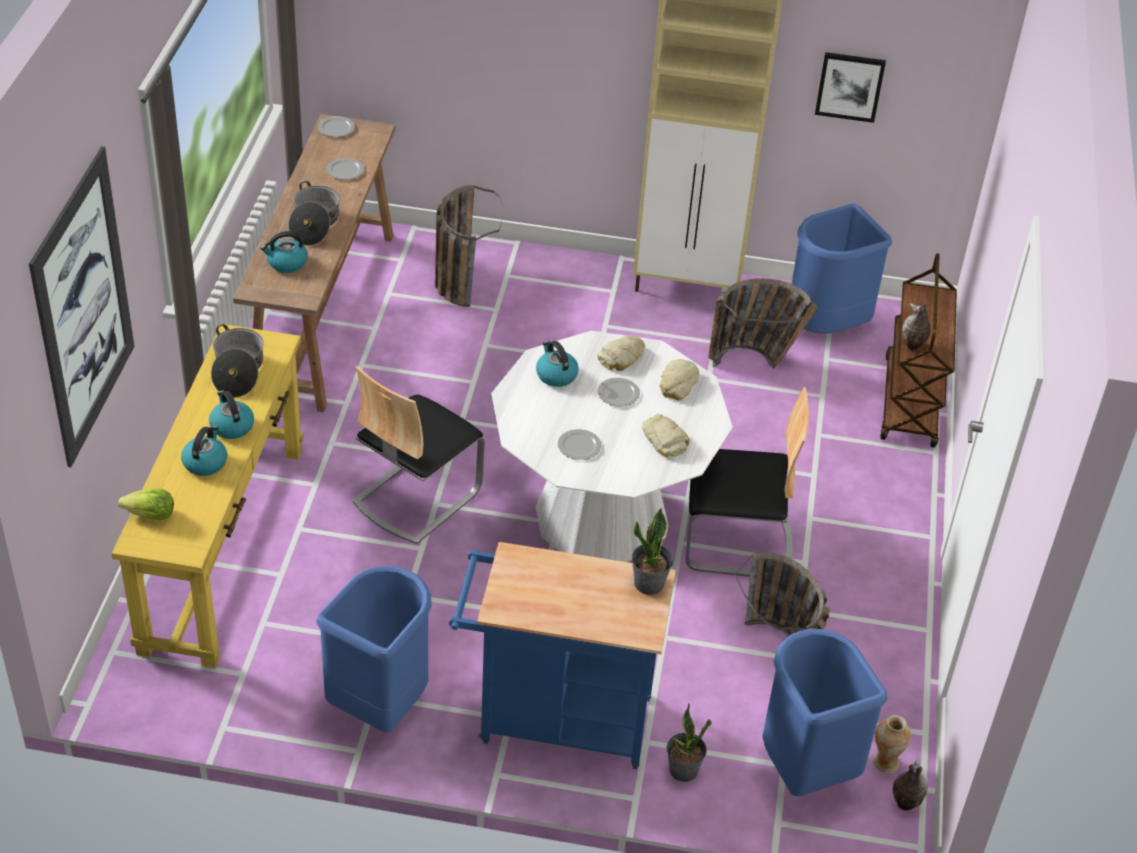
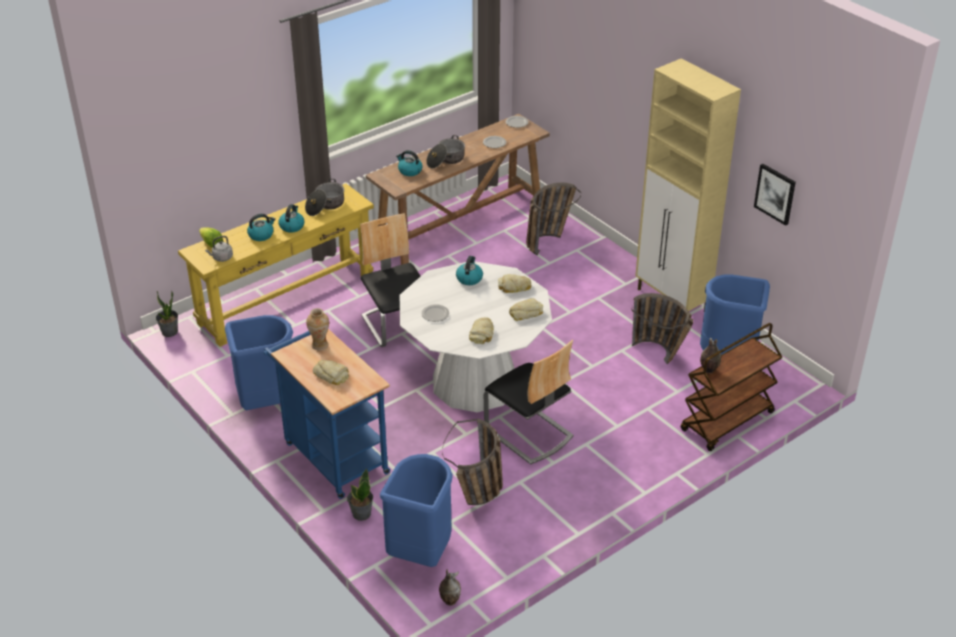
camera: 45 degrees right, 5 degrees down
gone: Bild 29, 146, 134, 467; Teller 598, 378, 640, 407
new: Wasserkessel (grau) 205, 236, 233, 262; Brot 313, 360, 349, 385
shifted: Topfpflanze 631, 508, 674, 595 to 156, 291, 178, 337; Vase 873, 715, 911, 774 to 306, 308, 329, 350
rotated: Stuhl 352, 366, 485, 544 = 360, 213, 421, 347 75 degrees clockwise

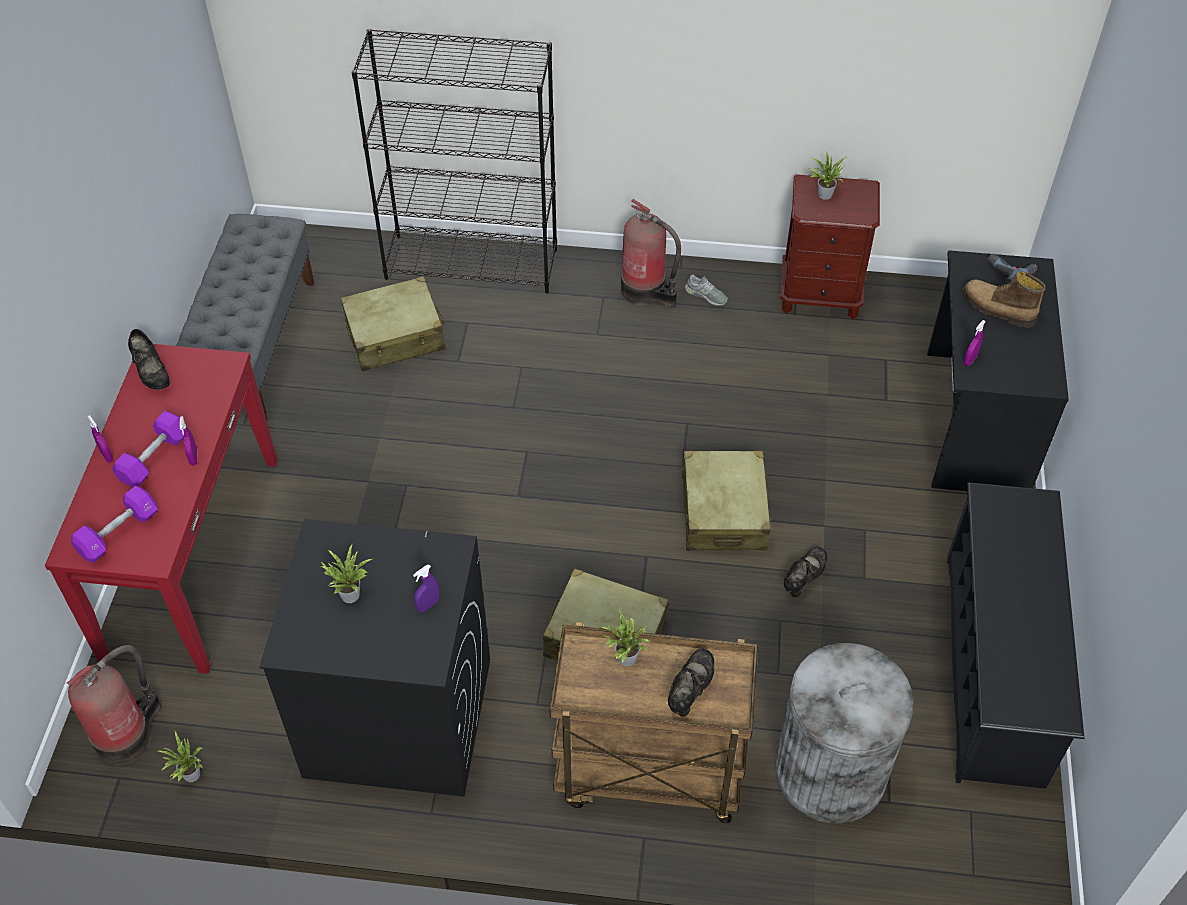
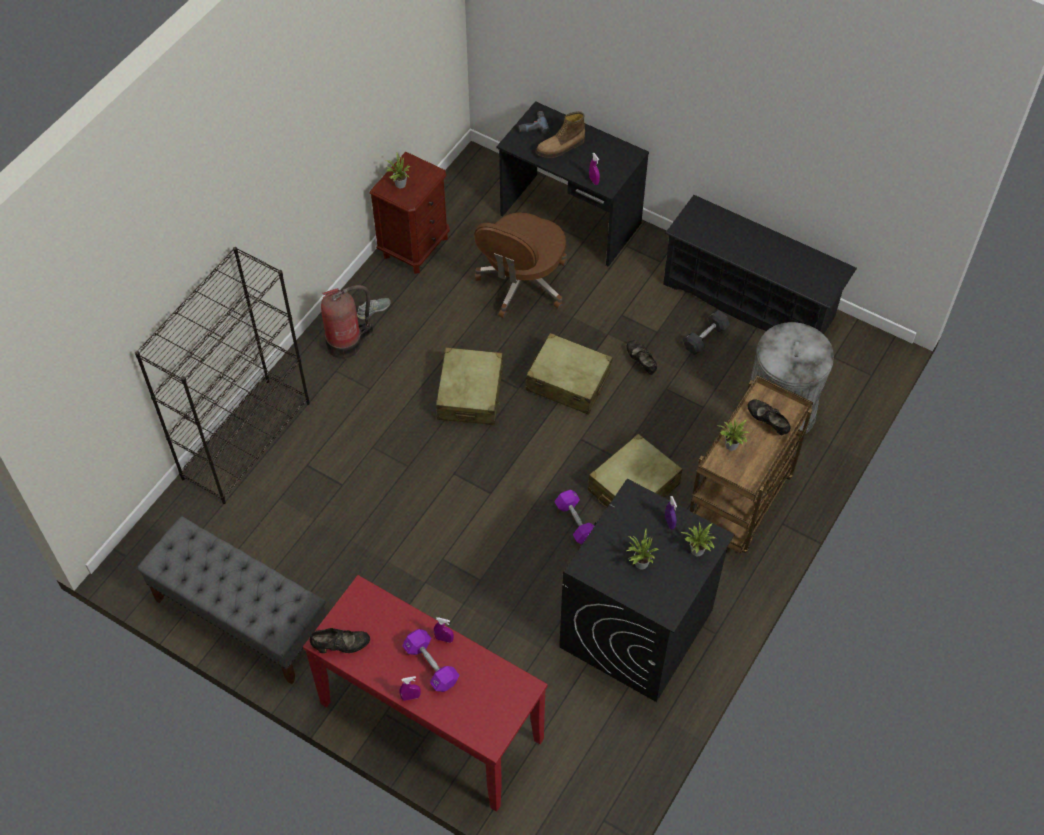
camera: 65 degrees left, 5 degrees up
gone: Feuerlöscher 67, 645, 161, 765
new: Bürostuhl (braun) 474, 212, 568, 318; Hantel (schwarz) 683, 310, 730, 355
shifted: Hantel (lila) 71, 486, 157, 563 to 554, 490, 594, 545; Topfpflanze 158, 731, 202, 782 to 681, 522, 716, 556; Koffer (beige) 341, 276, 446, 371 to 436, 347, 503, 425

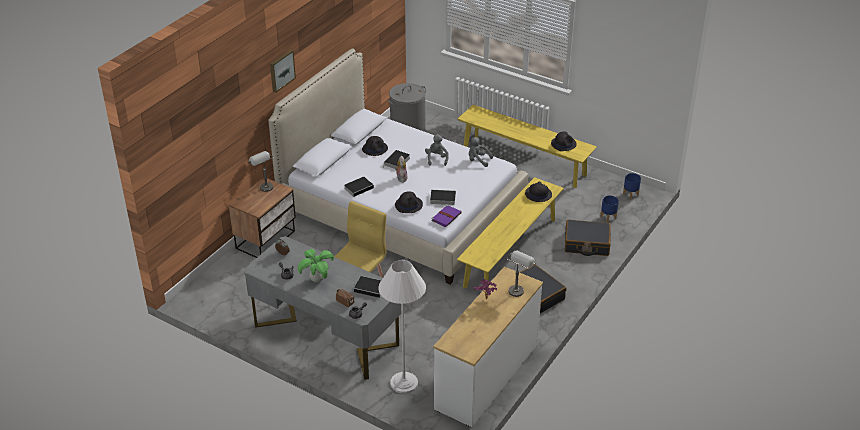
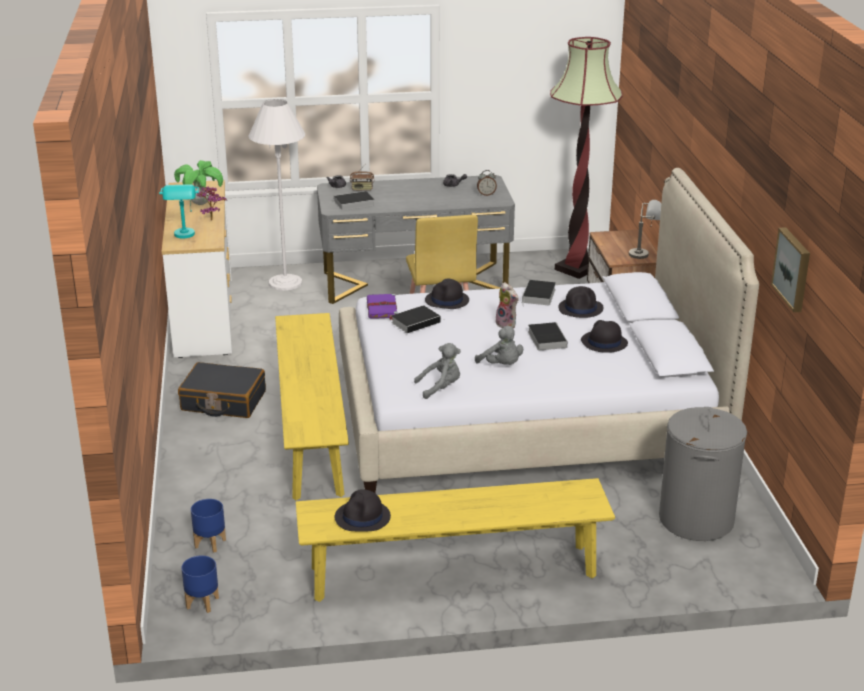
camera: 140 degrees right, 10 degrees down
gone: Koffer (schwarz) 565, 219, 611, 256
new: Stehlampe 550, 37, 623, 279
shifted: Bild 270, 50, 296, 93 to 771, 227, 810, 312; Topfpflanze 298, 249, 334, 282 to 174, 160, 223, 205; Hut (schwarz) 525, 181, 552, 202 to 559, 286, 604, 318
repainted: Tischlampe (grau) 506, 251, 536, 297 to Tischlampe (türkis) 159, 184, 199, 238

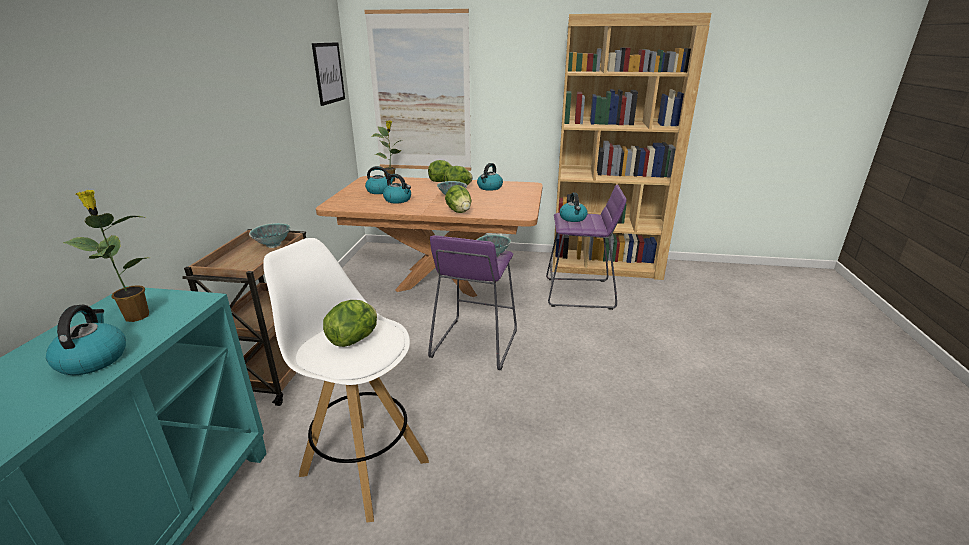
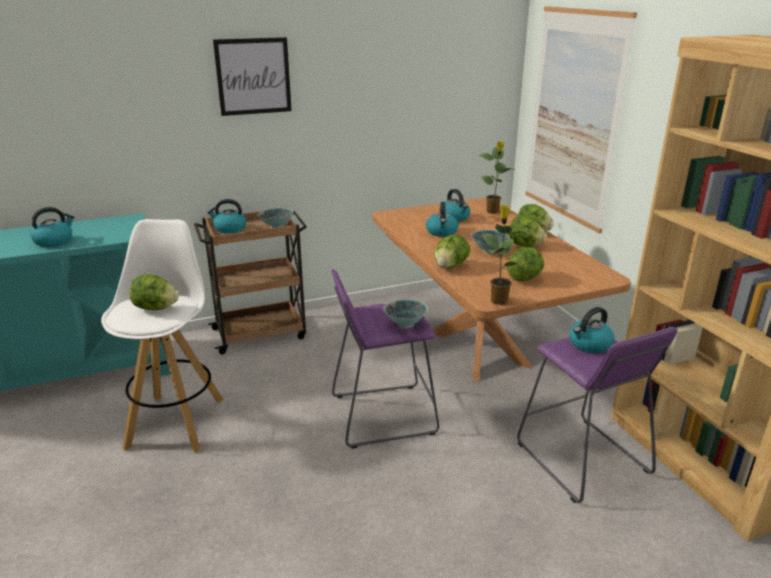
camera: 60 degrees right, 0 degrees up
new: Salatkopf 506, 247, 544, 281
shifted: Topfpflanze 63, 190, 149, 322 to 481, 205, 531, 305; Bild 312, 42, 345, 106 to 213, 37, 292, 116; Wasserkessel 477, 163, 503, 191 to 207, 199, 246, 234

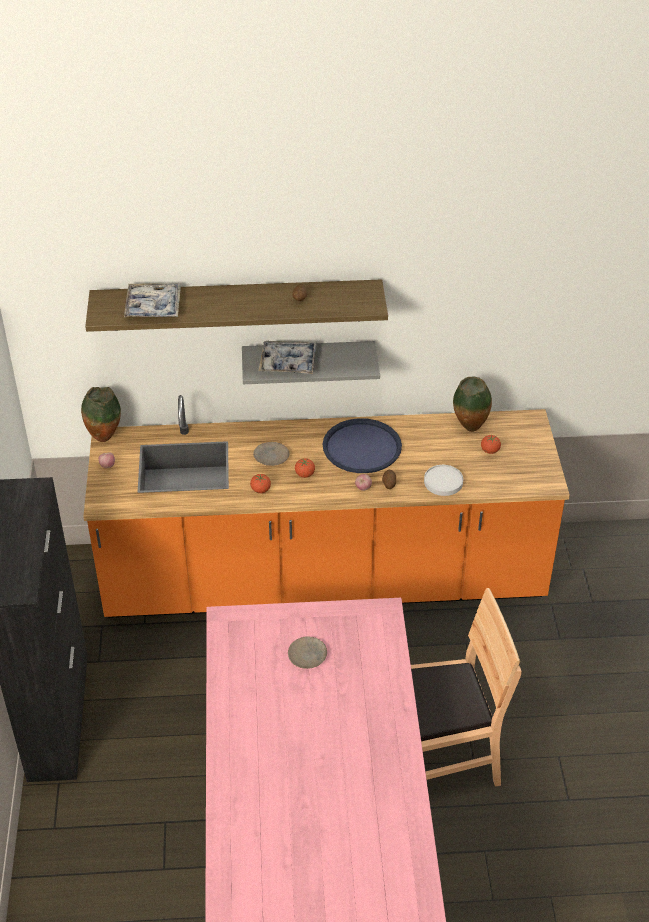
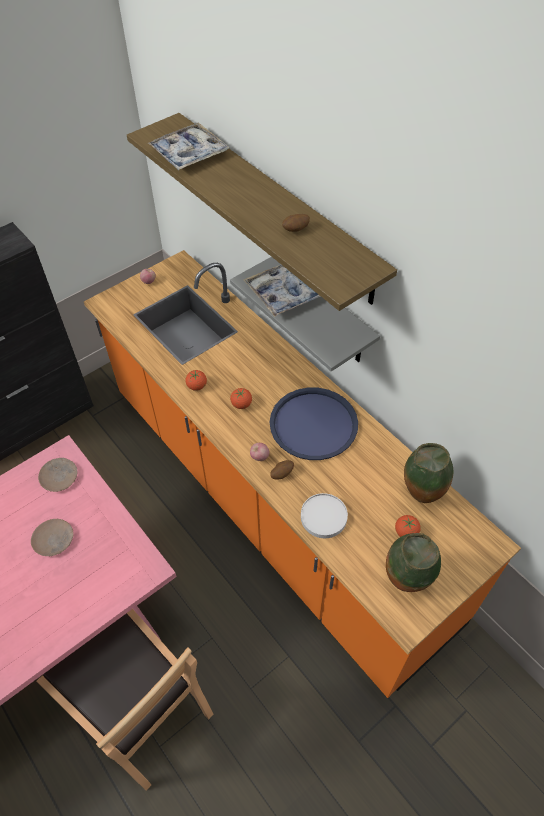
camera: 55 degrees right, 10 degrees up
shifted: Vase 81, 387, 121, 442 to 386, 533, 441, 592; Teller (beige) 253, 442, 289, 466 to 38, 458, 77, 492

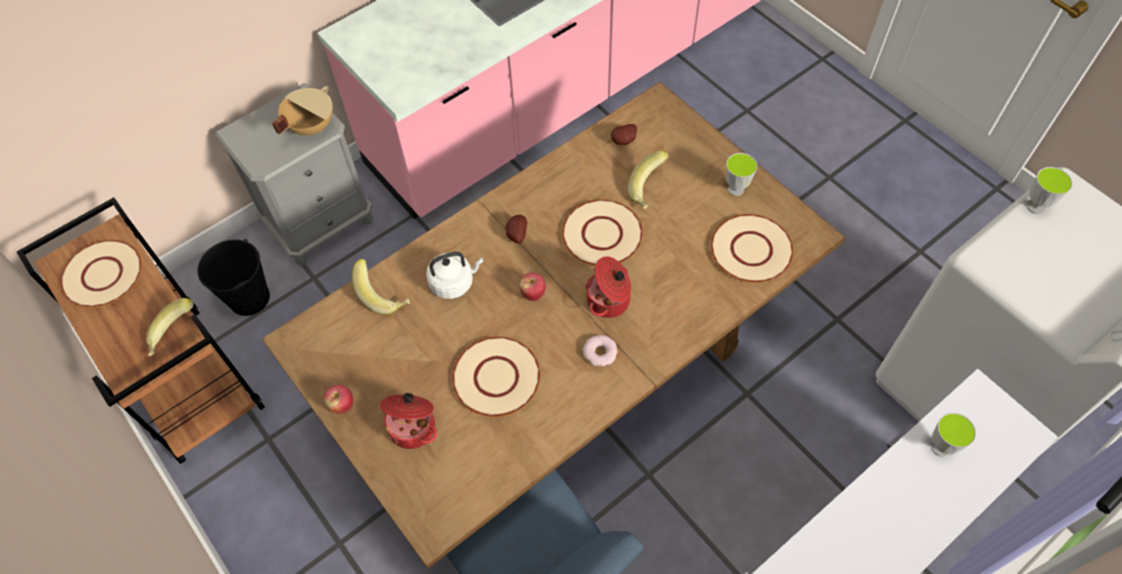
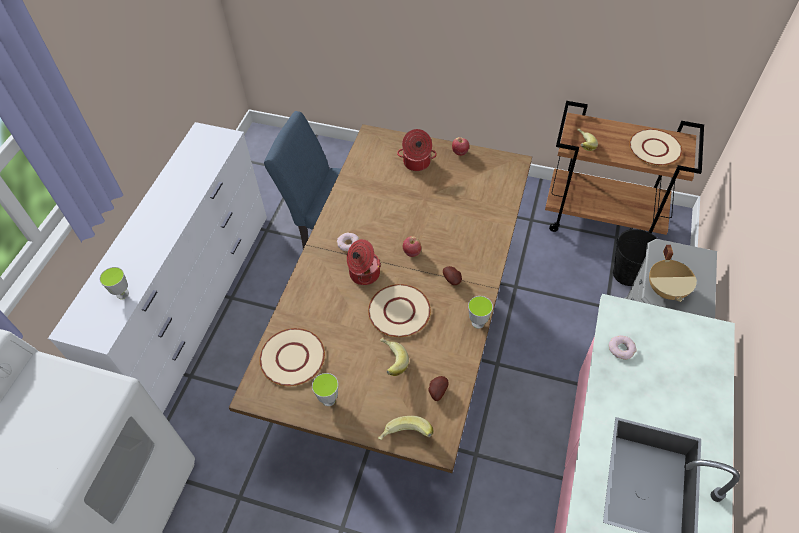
camera: 145 degrees right, 5 degrees down
gone: Wasserkessel (weiß) 426, 252, 484, 299; Teller (beige) 452, 336, 540, 417
new: Donut 609, 335, 637, 360
shifted: Banane 352, 259, 410, 315 to 378, 416, 434, 440; Tasse 1026, 167, 1072, 214 to 468, 296, 493, 329

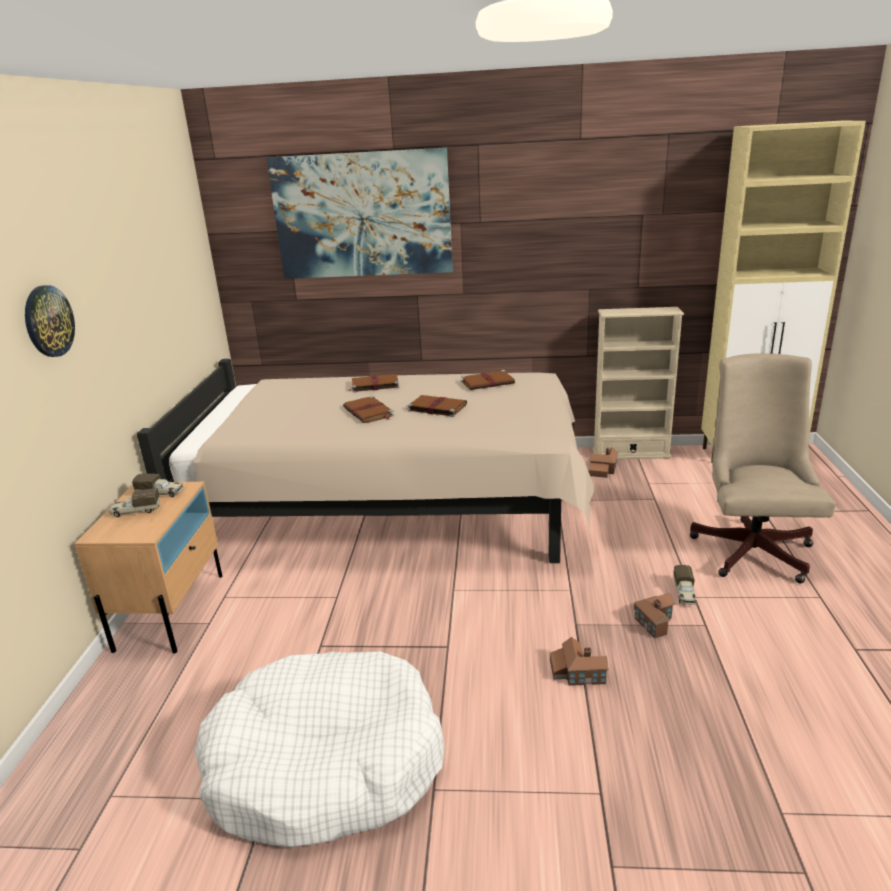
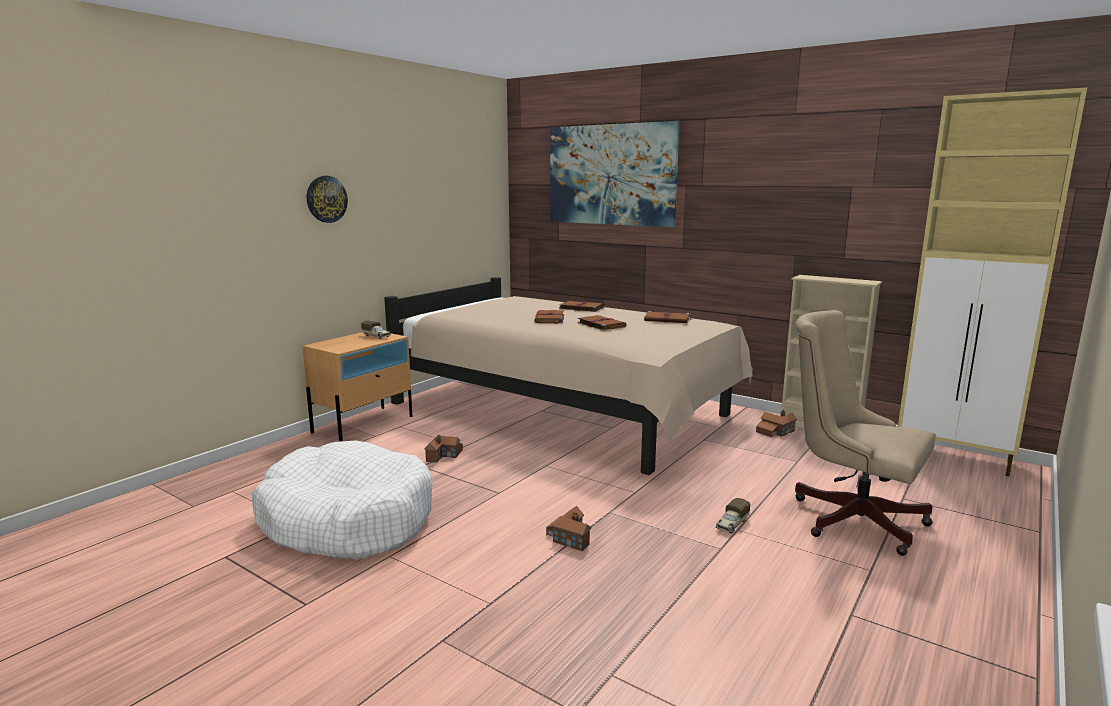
camera: 30 degrees right, 10 degrees down
gone: Spielzeuglaster 109, 488, 160, 517
shifted: Spielzeughaus 634, 593, 675, 638 to 424, 435, 463, 463
rotated: Bürostuhl (beige) 690, 353, 836, 583 = 795, 310, 936, 556 90 degrees counterclockwise

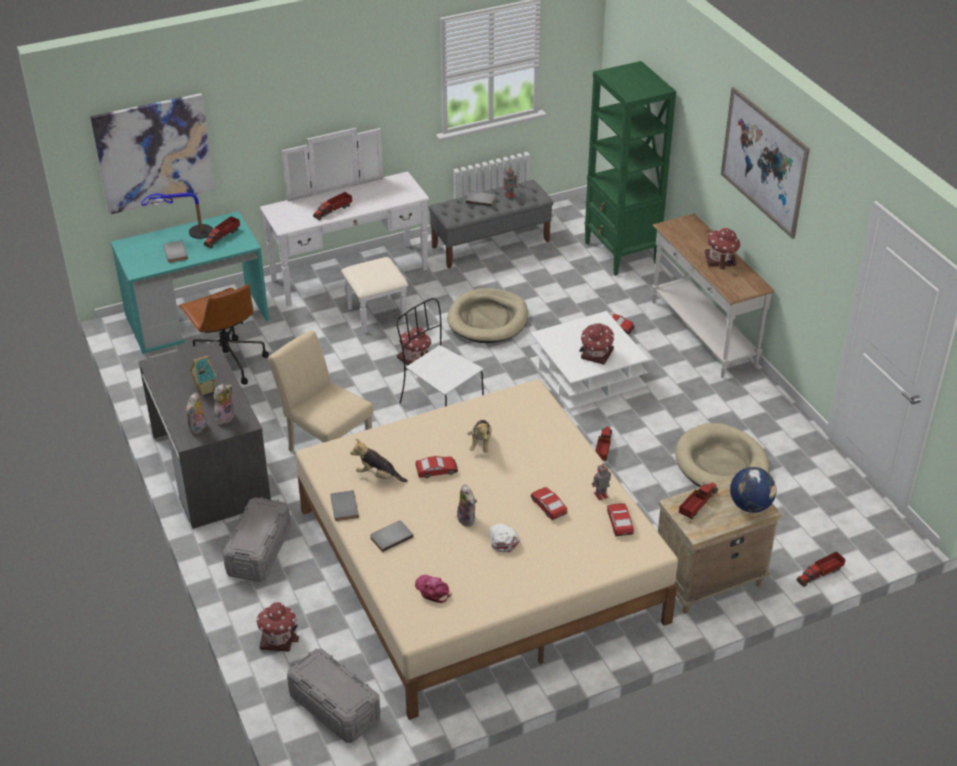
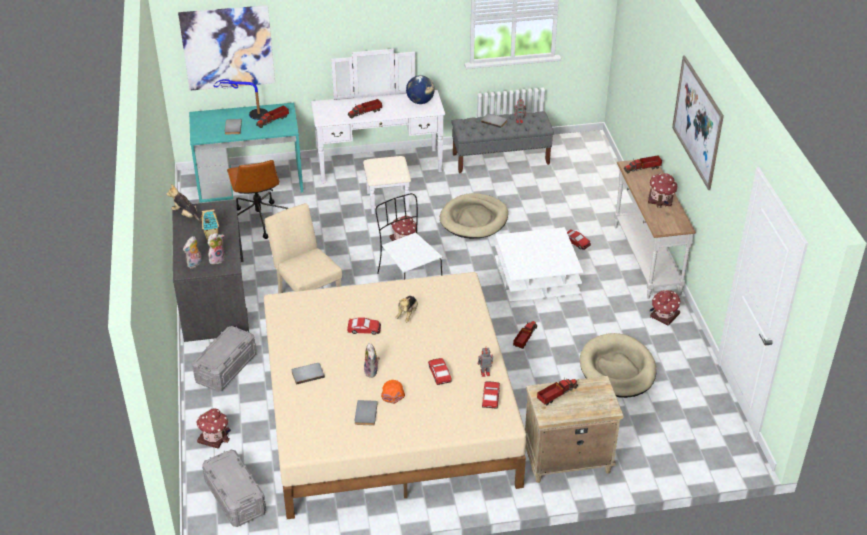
camera: 15 degrees right, 0 degrees up
gone: Kappe (rosa) 415, 575, 452, 603; Bücherregal (grün) 584, 61, 676, 276
shifted: Buch (grau) 330, 490, 359, 521 to 355, 400, 378, 426; Plüschtier 350, 439, 408, 482 to 166, 184, 202, 222; Spielzeughaus 580, 323, 614, 365 to 650, 289, 681, 325; Globus 730, 467, 776, 513 to 406, 75, 434, 104; Spielzeuglaster 797, 551, 846, 587 to 624, 155, 662, 173
repainted: Kappe (weiß) 488, 524, 520, 553 to Kappe (orange) 381, 380, 405, 404

